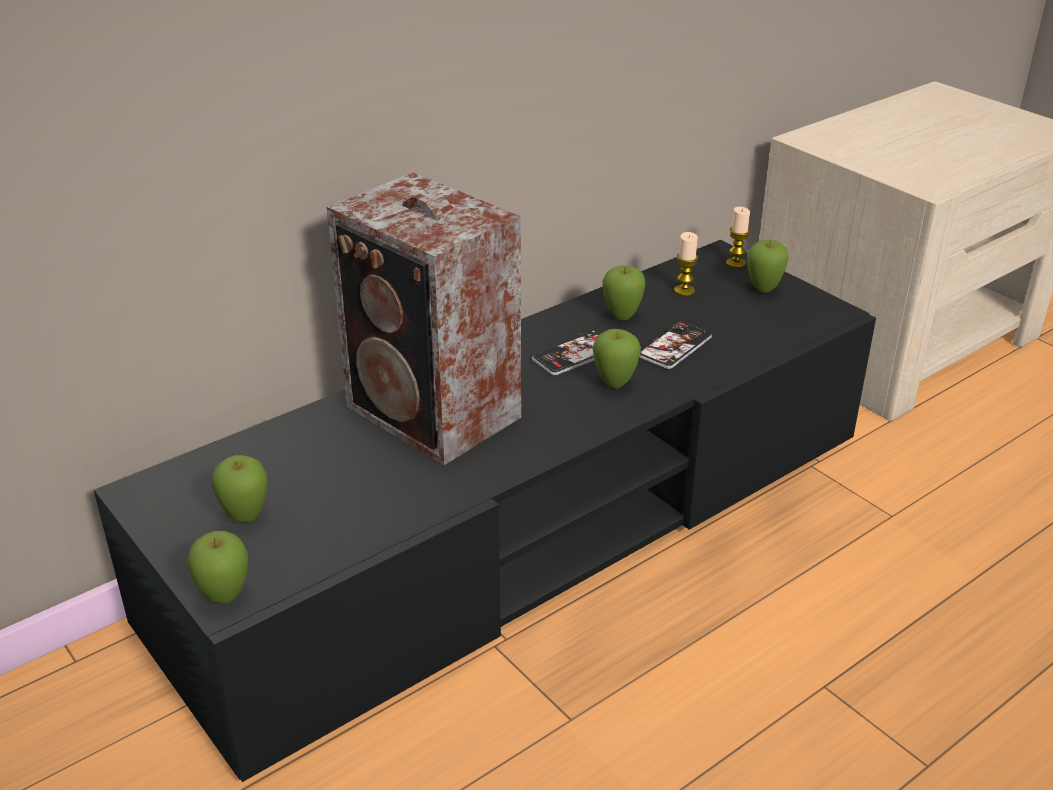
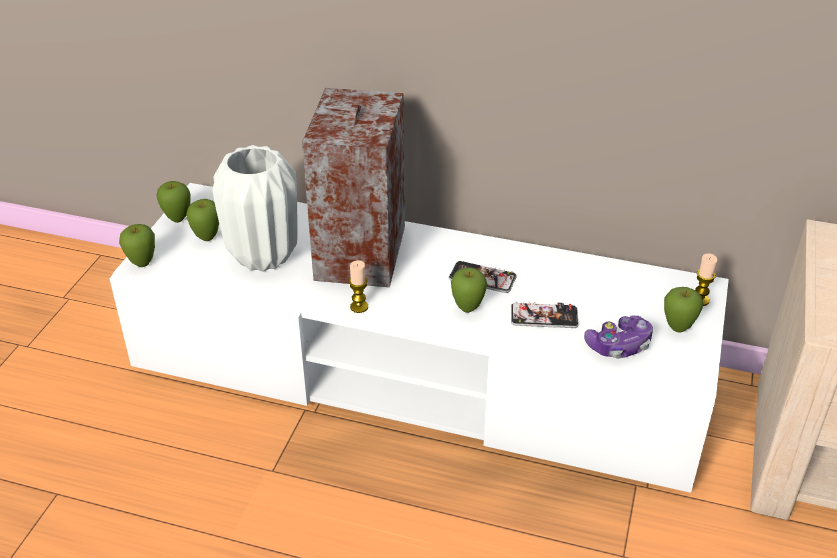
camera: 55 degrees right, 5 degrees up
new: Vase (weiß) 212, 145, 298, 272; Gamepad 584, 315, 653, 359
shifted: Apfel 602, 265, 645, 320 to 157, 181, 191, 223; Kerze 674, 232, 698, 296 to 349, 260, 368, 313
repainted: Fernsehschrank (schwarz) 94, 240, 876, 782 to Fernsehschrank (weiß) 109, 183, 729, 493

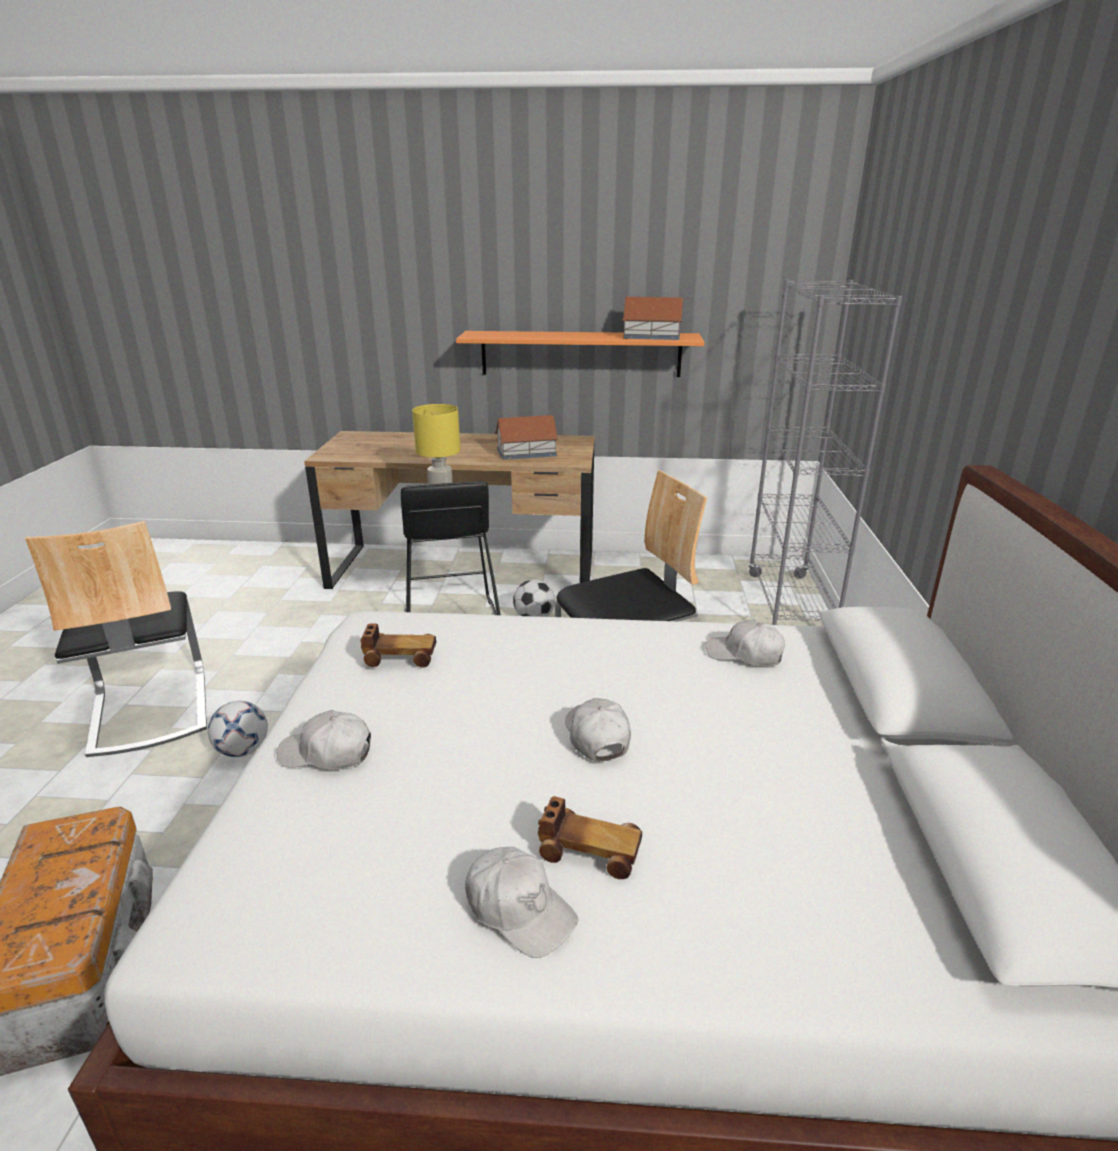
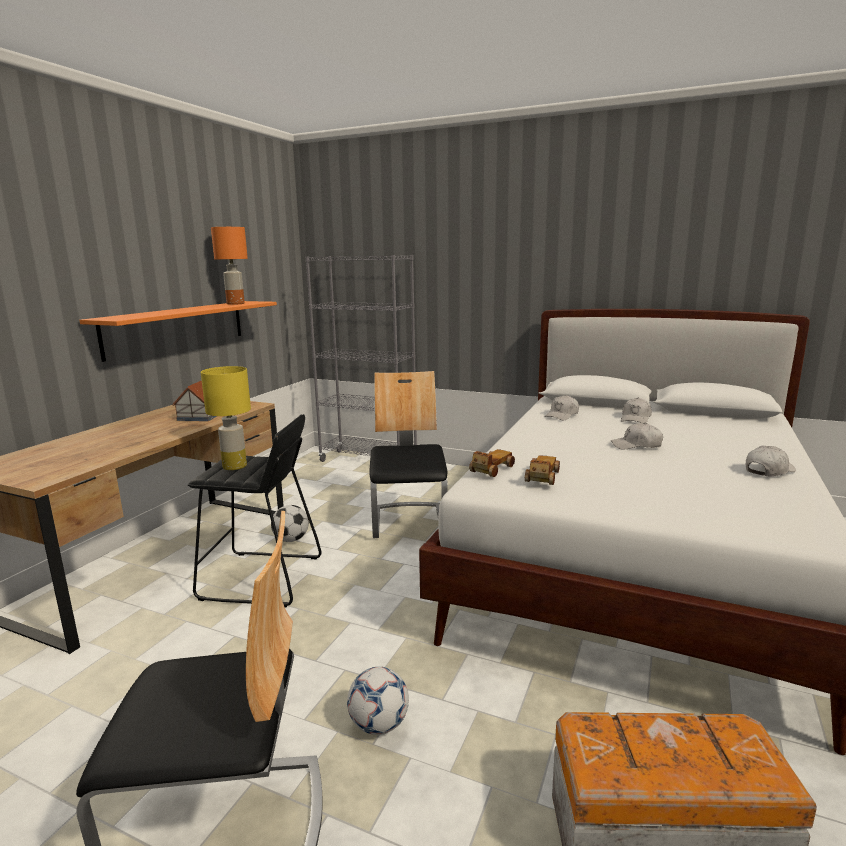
camera: 70 degrees left, 10 degrees down
shifted: Kappe (weiß) 277, 710, 371, 770 to 621, 398, 652, 423; Spielzeugauto 538, 796, 642, 879 to 469, 449, 515, 477
swapped: Spielzeughaus 622, 297, 683, 340 to Tischlampe (orange) 211, 227, 248, 305

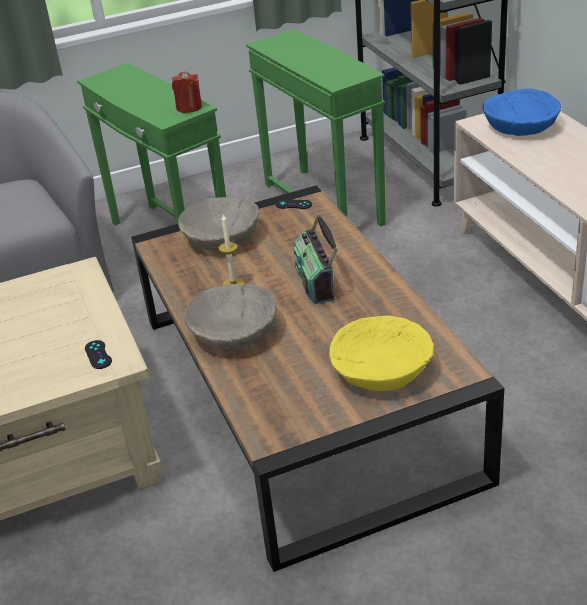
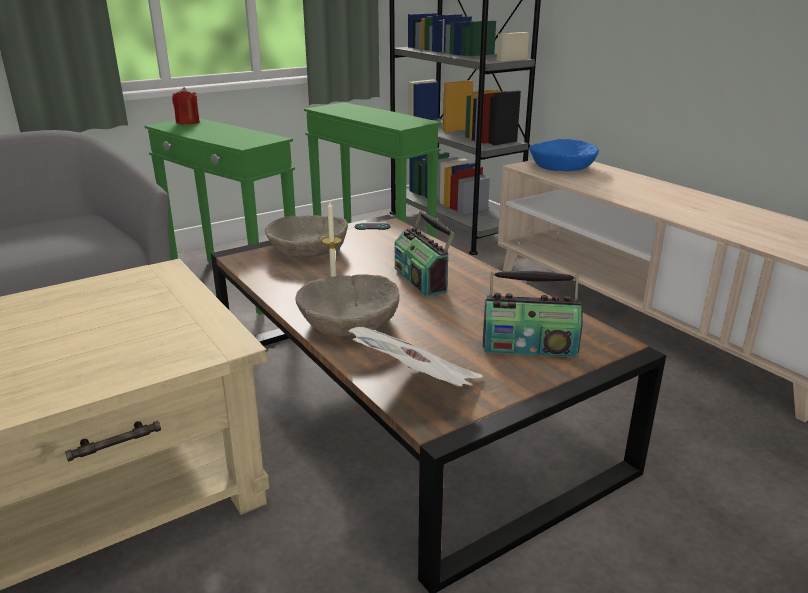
camera: 15 degrees left, 10 degrees down
gone: Gamepad (schwarz) 85, 340, 112, 369
new: Zeitung 348, 327, 483, 387
shifted: Kerze (rot) 172, 71, 202, 113 to 172, 87, 200, 124
swapped: Schüssel (gelb) 329, 316, 434, 391 to Radio 483, 271, 582, 357

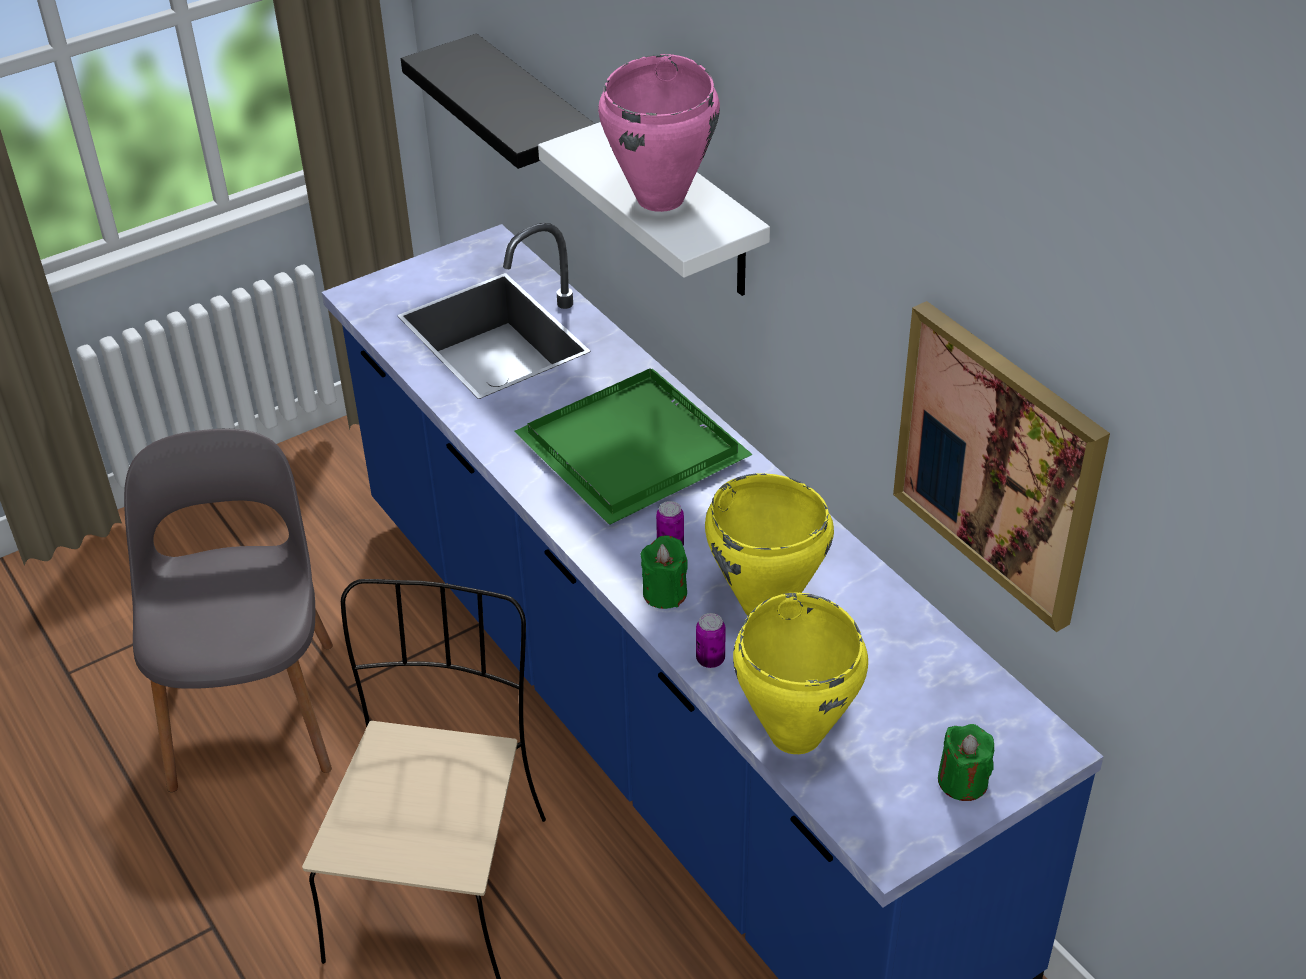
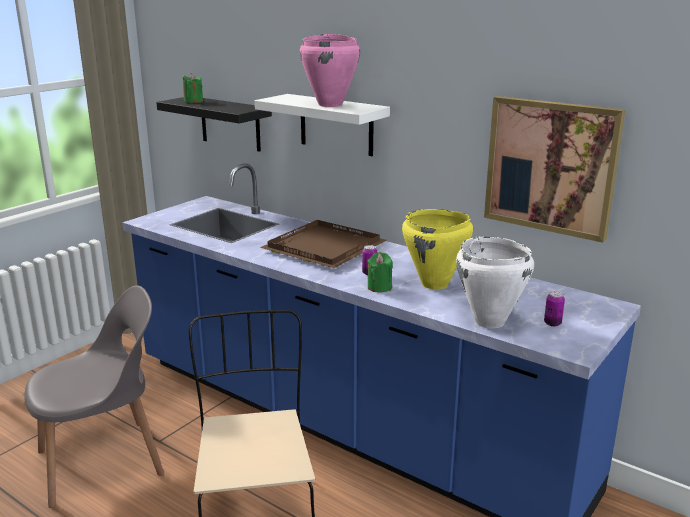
camera: 20 degrees left, 20 degrees down
shifted: Dose 696, 613, 726, 668 to 544, 291, 565, 327; Kerze (grün) 938, 724, 995, 801 to 183, 73, 203, 103
repainted: Tablett (grün) 514, 369, 753, 525 to Tablett (braun) 260, 220, 387, 268; Kochtopf (gelb) 733, 592, 868, 754 to Kochtopf (weiß) 456, 236, 534, 328
rotated: Stuhl (grau) 124, 429, 333, 792 = 24, 285, 164, 508 90 degrees clockwise

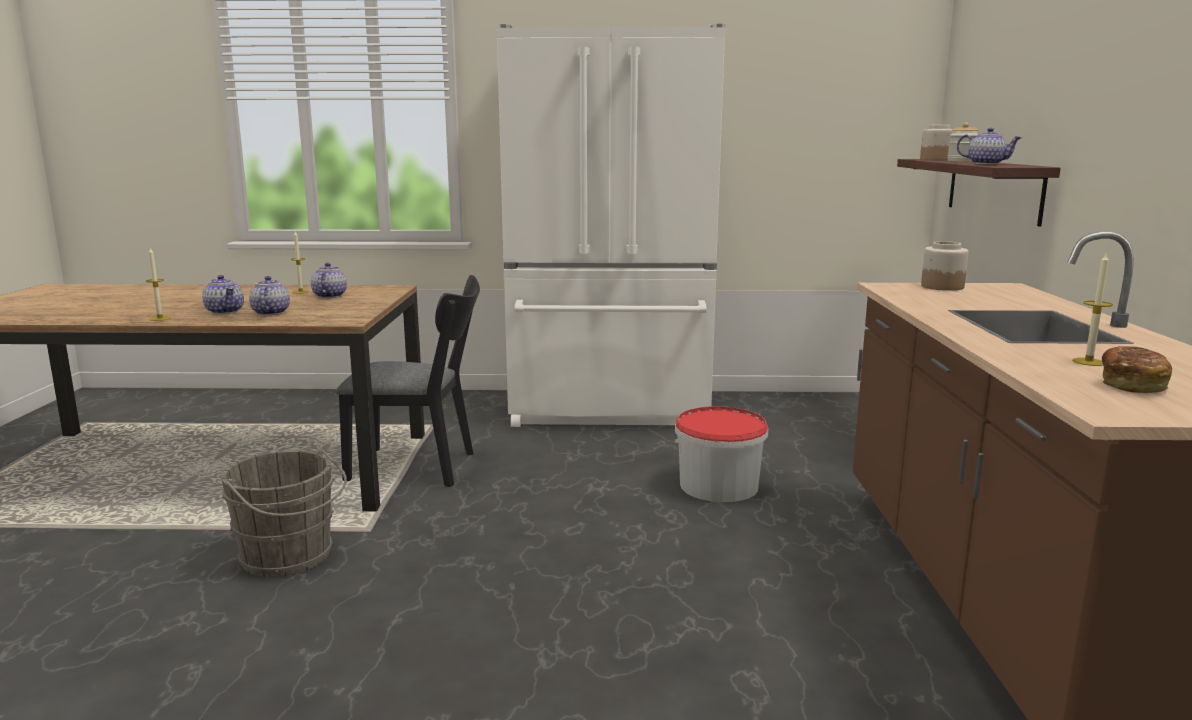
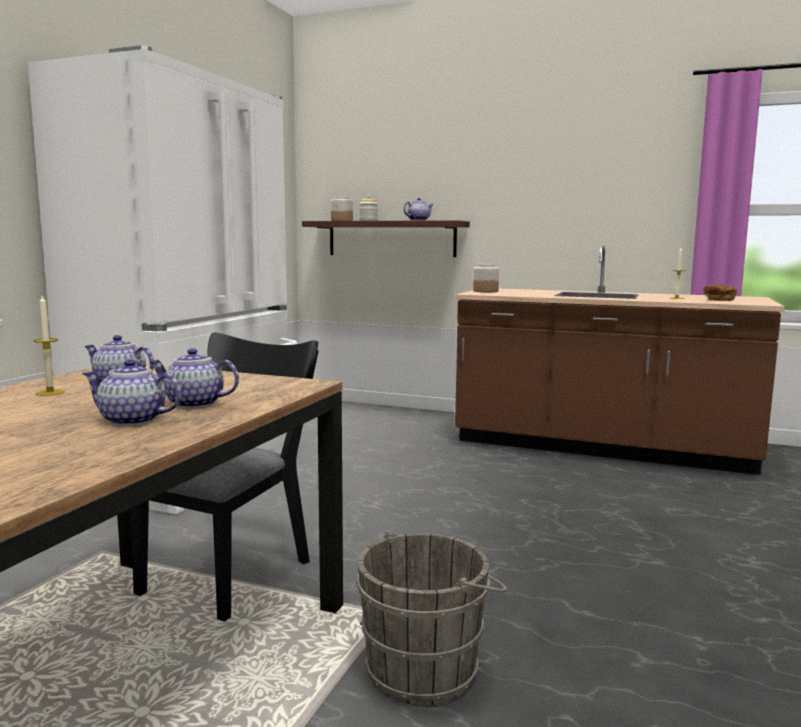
camera: 70 degrees left, 5 degrees down
gone: Kerze 146, 248, 171, 321; Eimer 675, 406, 768, 502
rotated: Teekanne 202, 275, 244, 314 = 82, 359, 181, 426 150 degrees counterclockwise

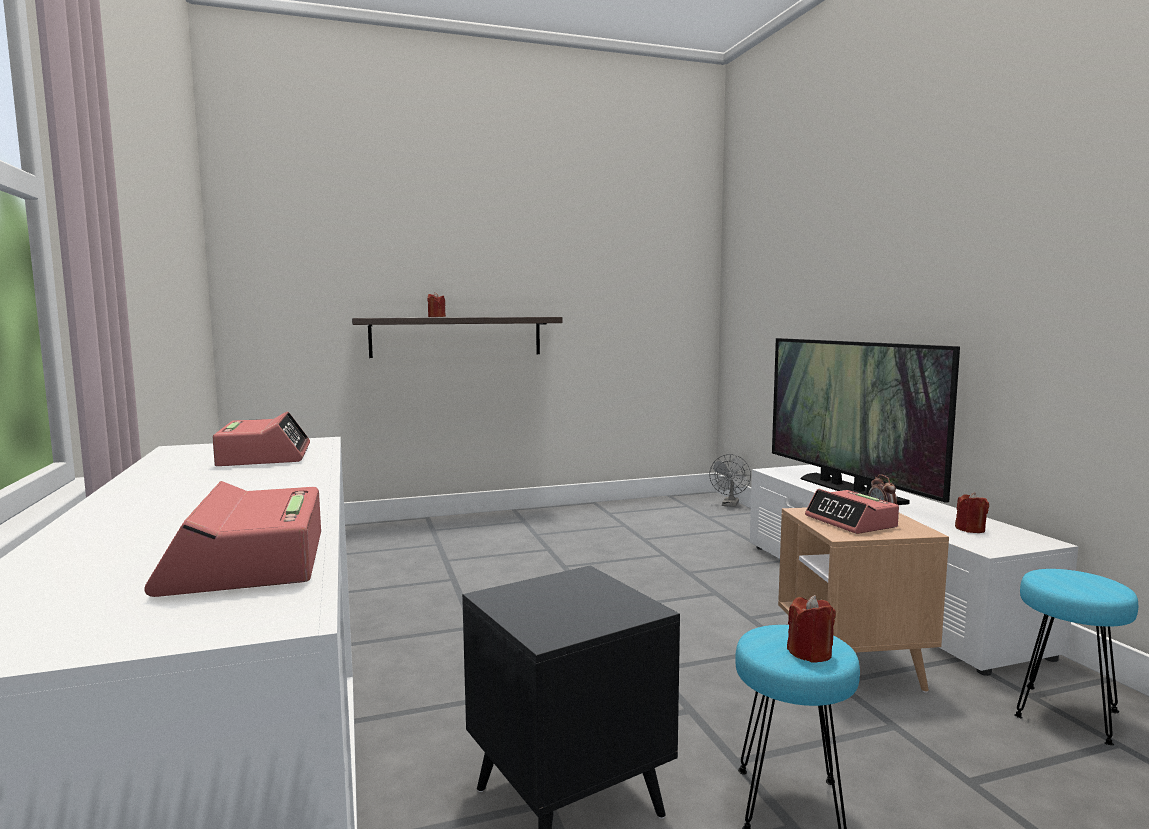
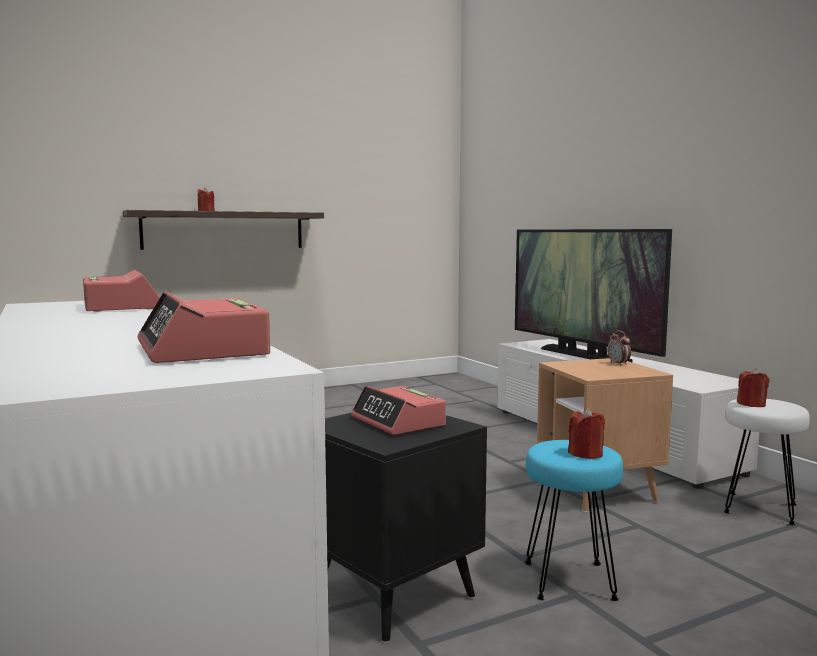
camera: 10 degrees left, 0 degrees up
gone: Ventilator (grau) 709, 454, 751, 507
shifted: Wecker 805, 489, 899, 534 to 351, 385, 446, 435; Kerze (rot) 955, 492, 989, 533 to 737, 368, 769, 407
repainted: Hocker (türkis) 1014, 569, 1138, 745 to Hocker (weiß) 724, 399, 810, 525

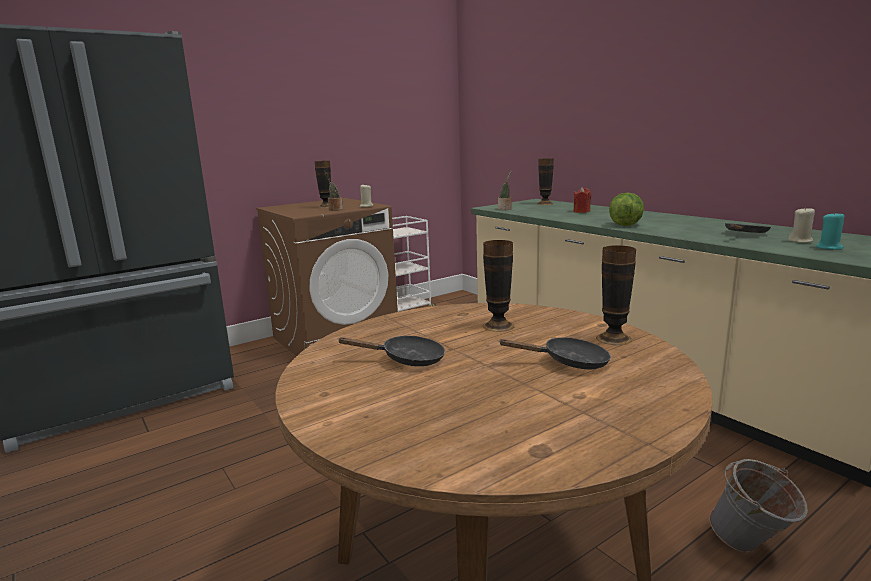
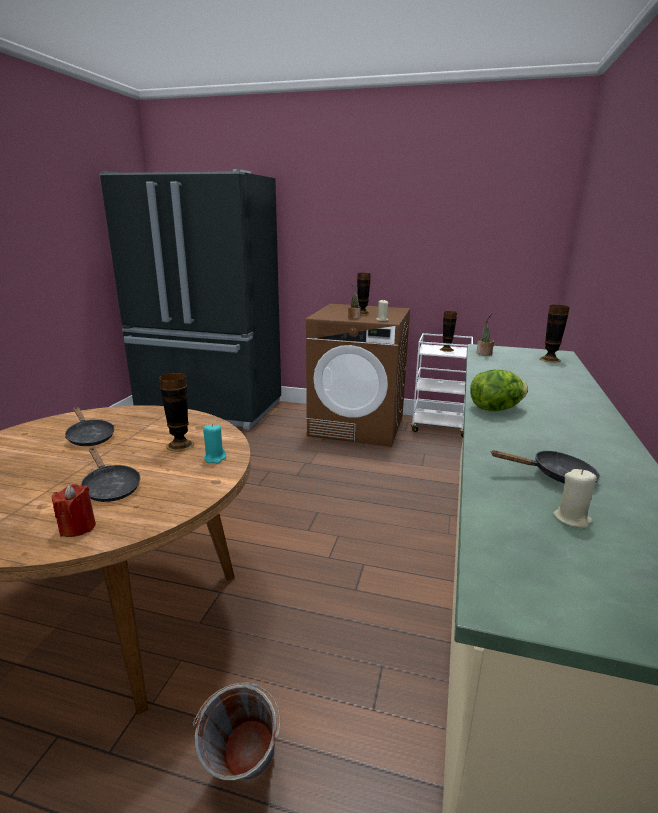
camera: 50 degrees right, 5 degrees up
shifted: Kerze (rot) 574, 187, 591, 213 to 52, 484, 96, 537; Vase 596, 245, 636, 345 to 440, 311, 457, 352; Kerze (türkis) 816, 211, 844, 250 to 203, 424, 226, 464

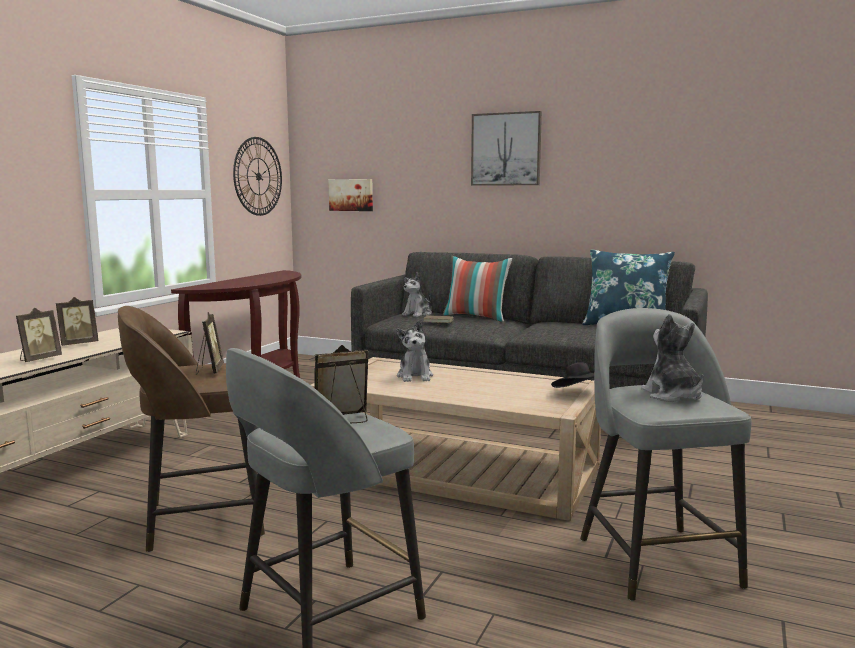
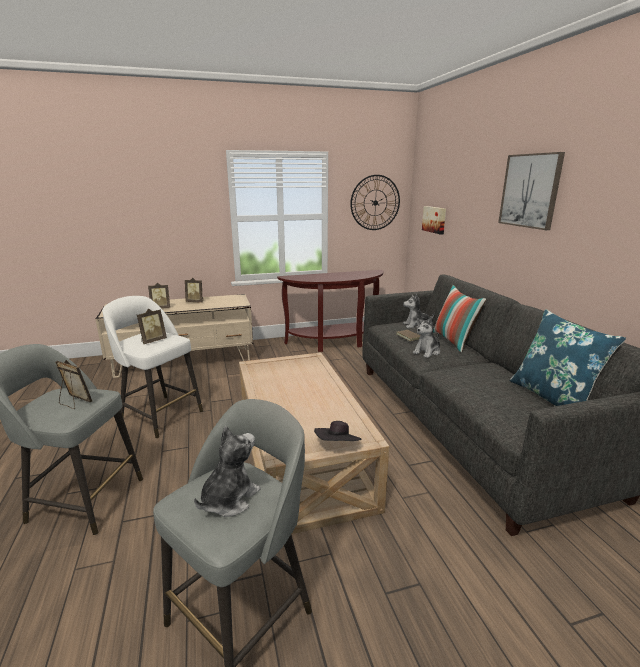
camera: 50 degrees right, 10 degrees up
shifted: Plüschtier 397, 321, 433, 382 to 413, 316, 440, 358
repainted: Hocker (braun) 118, 306, 265, 552 to Hocker (weiß) 102, 296, 203, 438

